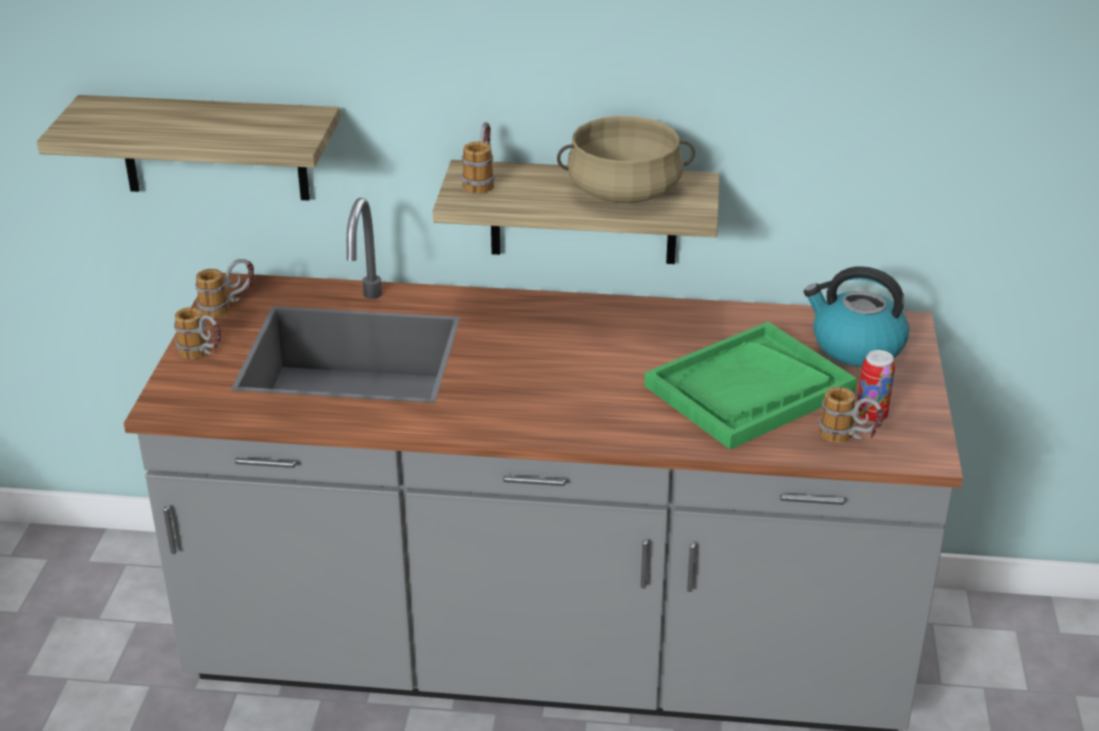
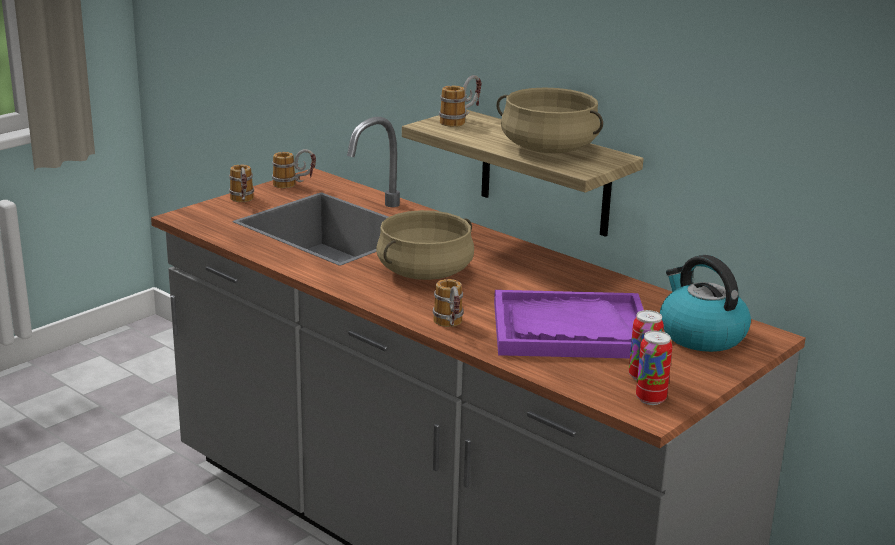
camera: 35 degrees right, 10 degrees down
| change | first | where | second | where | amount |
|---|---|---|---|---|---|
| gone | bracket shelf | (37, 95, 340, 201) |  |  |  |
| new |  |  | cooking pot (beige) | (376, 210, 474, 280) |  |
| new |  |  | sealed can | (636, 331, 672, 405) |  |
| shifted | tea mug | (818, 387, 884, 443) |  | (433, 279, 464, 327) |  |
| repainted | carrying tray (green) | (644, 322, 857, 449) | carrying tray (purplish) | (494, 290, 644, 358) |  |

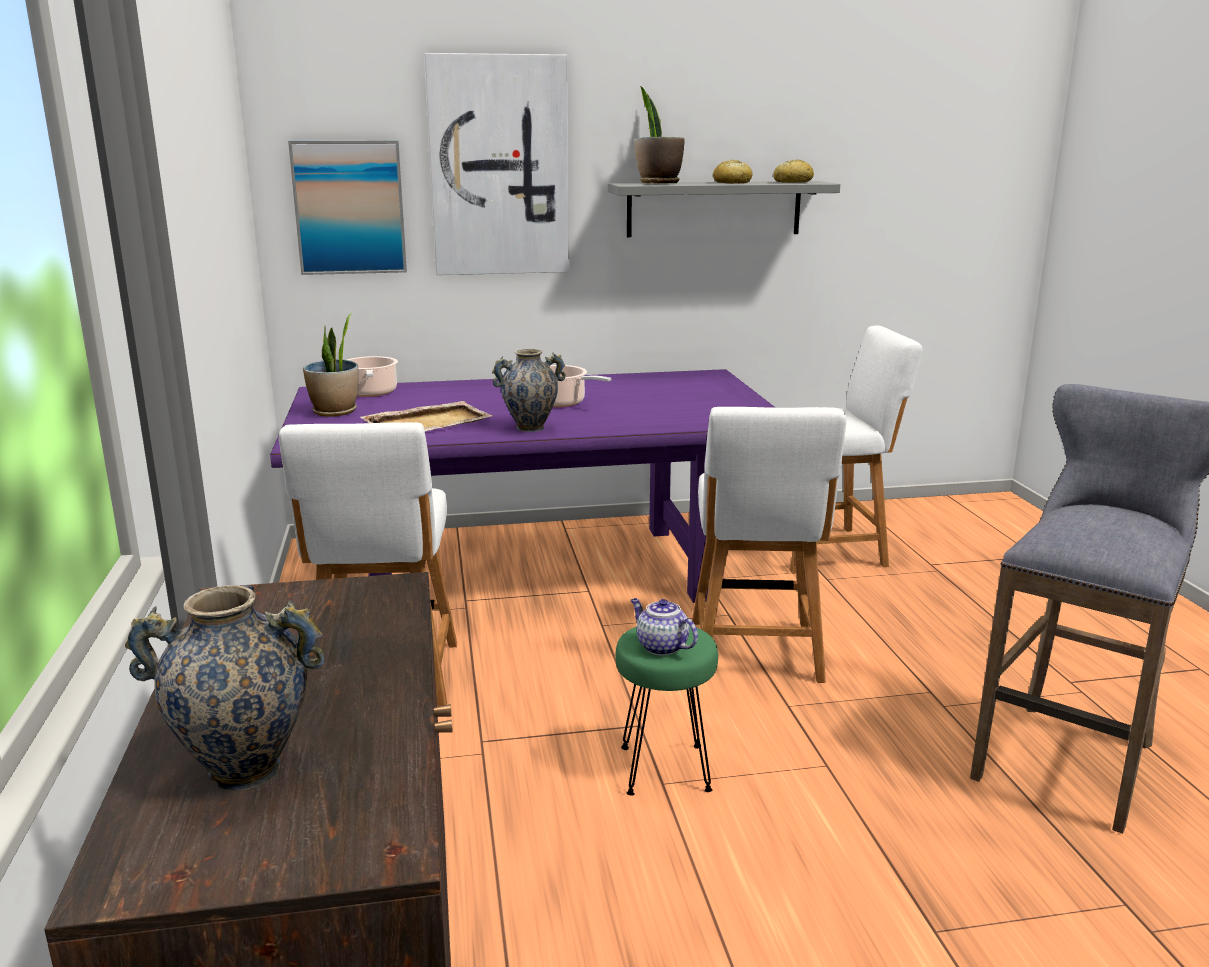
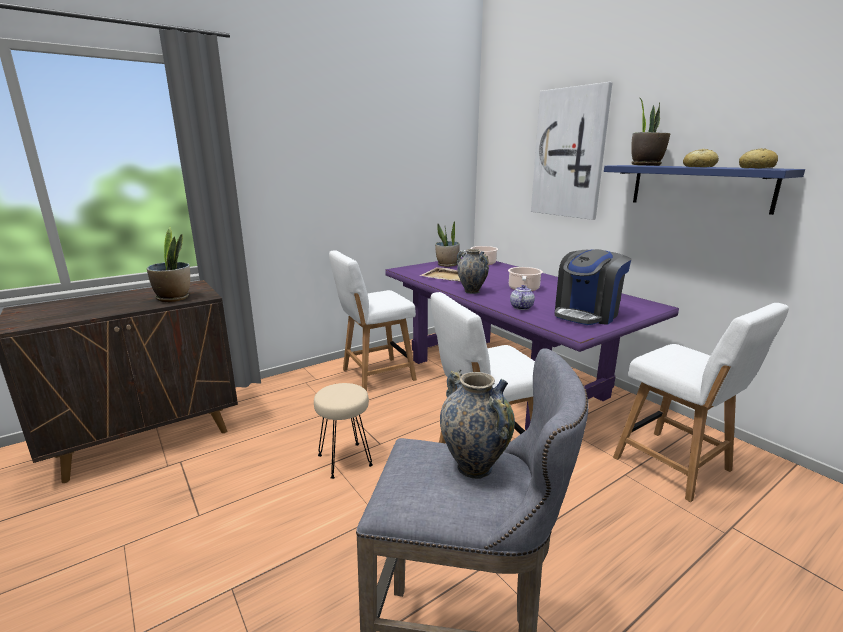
camera: 65 degrees right, 0 degrees up
| change | first | where | second | where | amount |
|---|---|---|---|---|---|
| gone | wall art | (288, 141, 407, 275) |  |  |  |
| new |  |  | houseplant | (147, 227, 190, 302) |  |
| new |  |  | coffee machine | (555, 249, 631, 325) |  |
| shifted | flower vase | (125, 585, 325, 791) |  | (440, 370, 515, 479) |  |
| shifted | teapot | (631, 598, 698, 656) |  | (510, 285, 535, 310) |  |
| repainted | bracket shelf (greyish) | (608, 181, 840, 237) | bracket shelf (blue) | (604, 165, 805, 215) |  |
| repainted | sitting stool (green) | (615, 626, 718, 796) | sitting stool (beige) | (314, 383, 373, 479) |  |

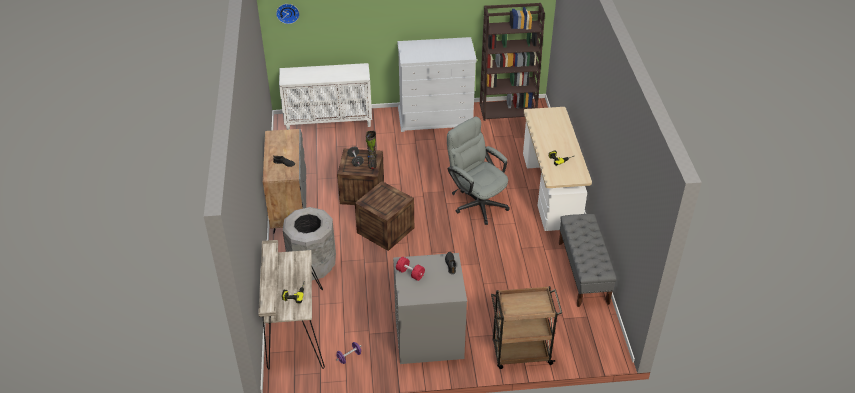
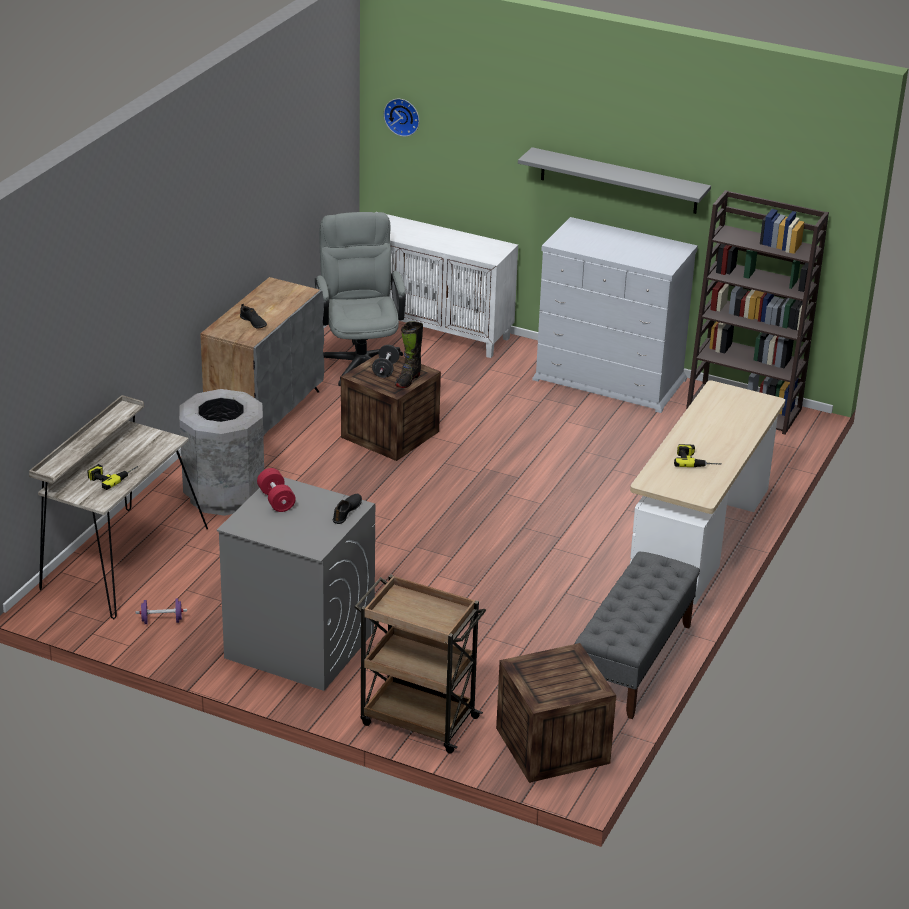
camera: 30 degrees right, 10 degrees down
| change | first | where | second | where | amount |
|---|---|---|---|---|---|
| new |  |  | bracket shelf (greyish) | (518, 147, 711, 214) |  |
| shifted | packing crate | (355, 181, 414, 251) |  | (496, 643, 616, 783) |  |
| shifted | computer chair (greyish) | (447, 116, 510, 225) |  | (315, 212, 406, 386) |  |

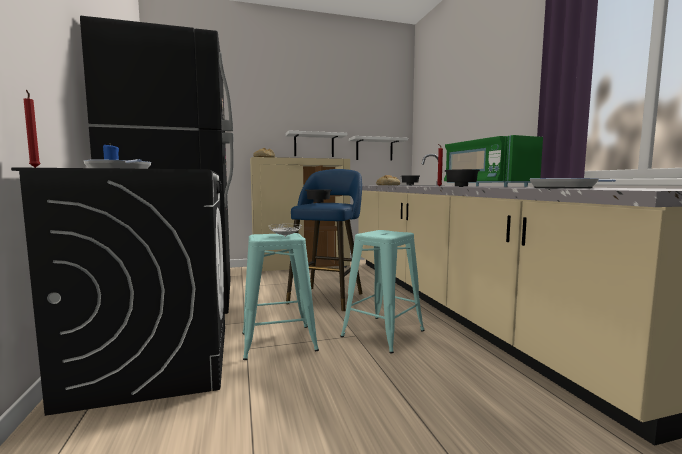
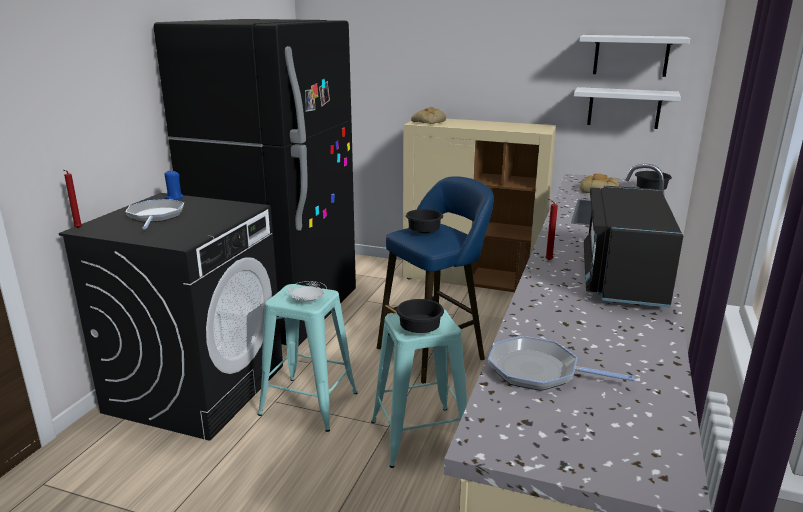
camera: 35 degrees right, 15 degrees up
| change | first | where | second | where | amount |
|---|---|---|---|---|---|
| shifted | bracket shelf (white-coloured) | (286, 130, 347, 157) |  | (579, 35, 690, 77) |  |
| shifted | bowl (black) | (444, 169, 480, 187) |  | (396, 299, 444, 333) |  |
| repainted | microwave oven (green) | (444, 135, 543, 187) | microwave oven (black) | (584, 186, 683, 307) |  |

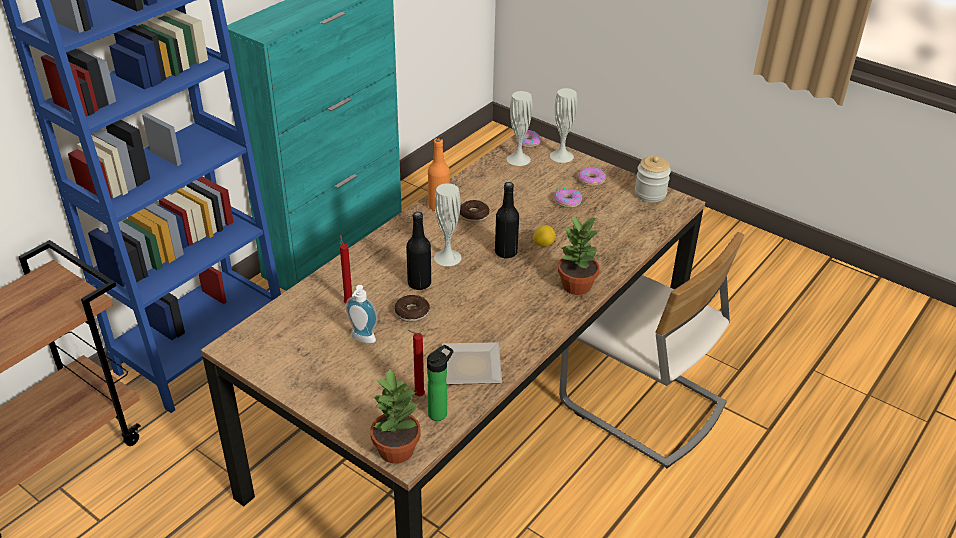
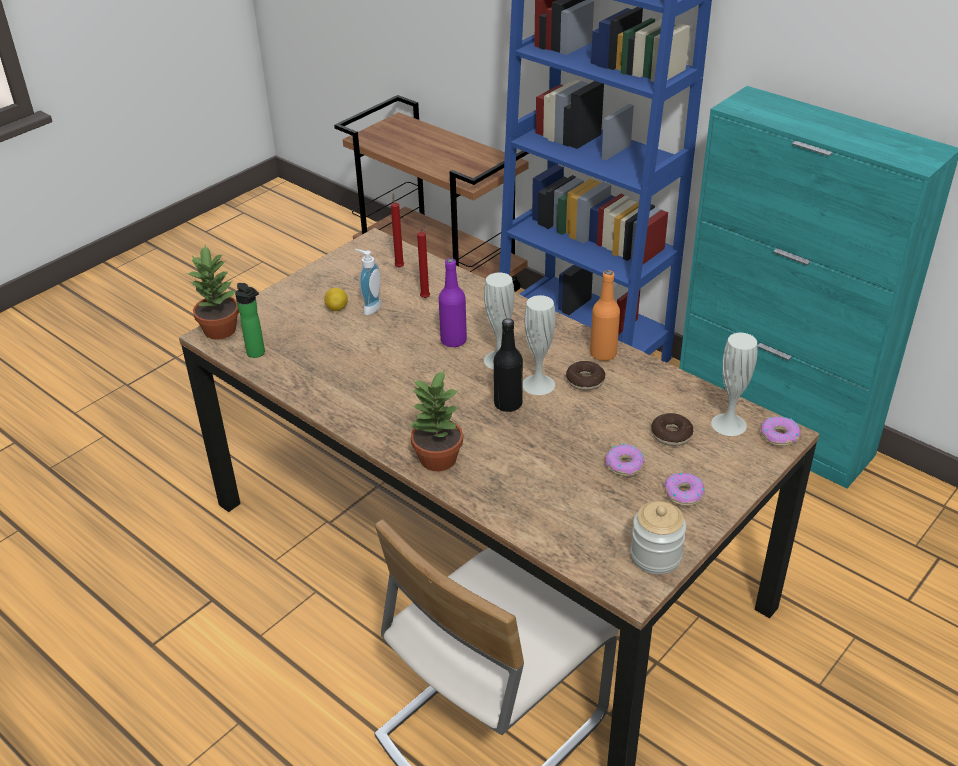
camera: 95 degrees right, 0 degrees up
| change | first | where | second | where | amount |
|---|---|---|---|---|---|
| gone | dinner plate | (442, 342, 502, 385) |  |  |  |
| shifted | ring doughnut | (394, 295, 430, 322) |  | (651, 413, 693, 446) |  |
| shifted | wax light (red) | (408, 330, 425, 396) |  | (391, 193, 404, 268) |  |
| shifted | whole lemon | (533, 225, 556, 247) |  | (324, 288, 348, 311) |  |
| shifted | flower vase (white-coloured) | (550, 88, 577, 163) |  | (523, 295, 556, 395) |  |
| repainted | drink bottle (black) | (406, 212, 431, 290) | drink bottle (purplish) | (439, 258, 467, 347) |  |

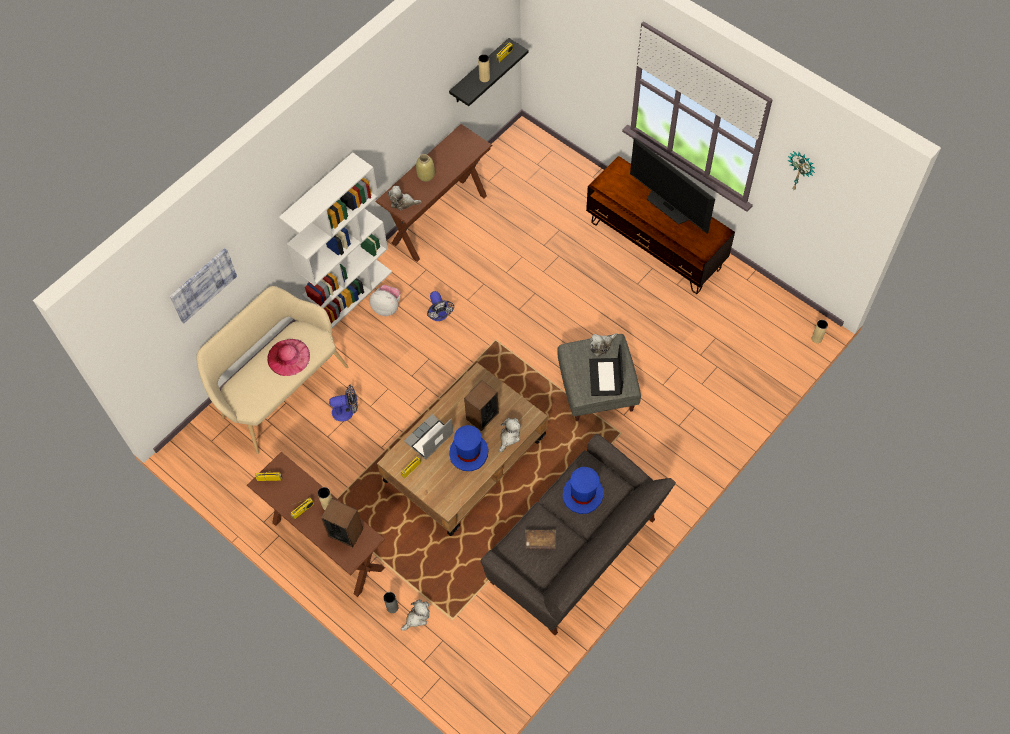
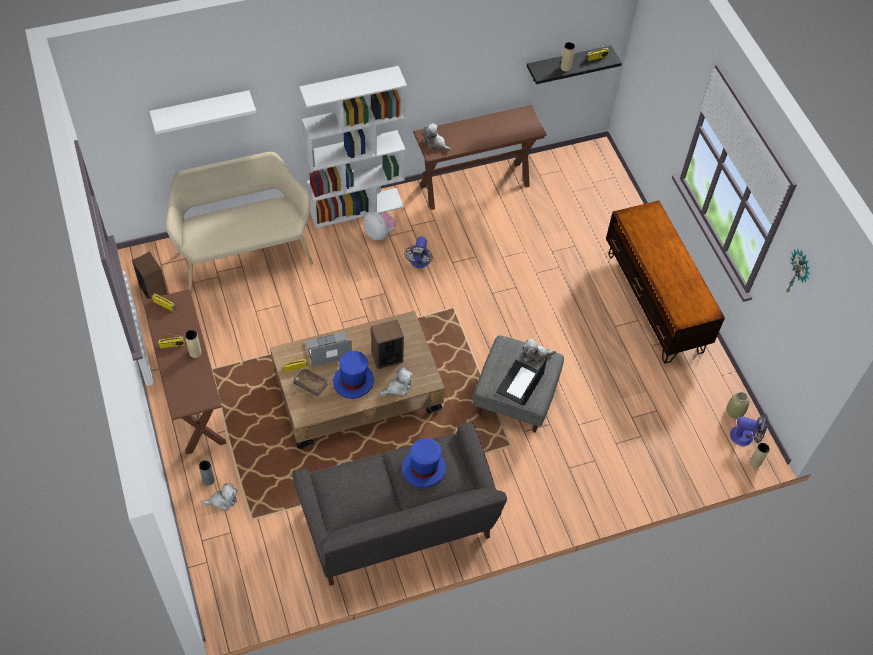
camera: 25 degrees right, 5 degrees down
| change | first | where | second | where | amount |
|---|---|---|---|---|---|
| gone | hat (pinkish) | (267, 339, 310, 376) |  |  |  |
| gone | TV set | (630, 137, 715, 234) |  |  |  |
| shifted | speaker | (321, 499, 363, 547) |  | (132, 252, 168, 299) |  |
| shifted | fan | (329, 385, 358, 422) |  | (730, 414, 768, 446) |  |
| shifted | flower vase (beige) | (416, 154, 435, 182) |  | (726, 392, 749, 419) |  |
| shifted | book (brown) | (525, 530, 556, 550) |  | (293, 368, 329, 397) |  |
| swapped | wall art | (170, 248, 237, 323) | bracket shelf (white-coloured) | (149, 90, 256, 134) |  |

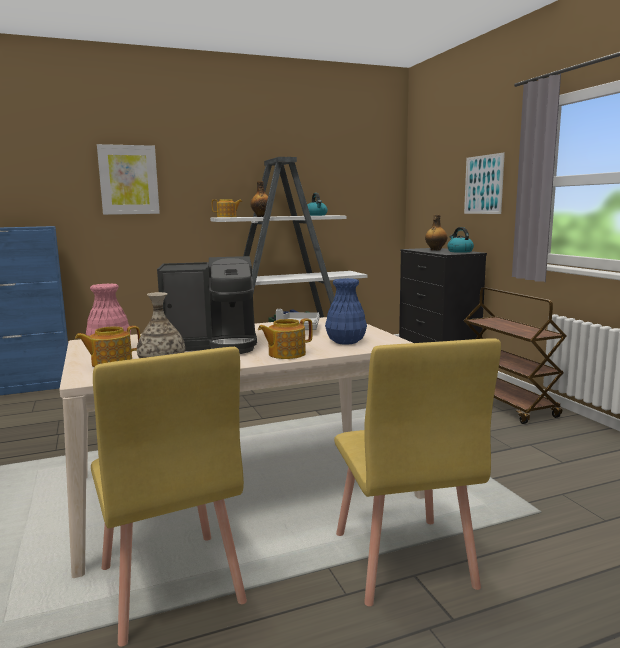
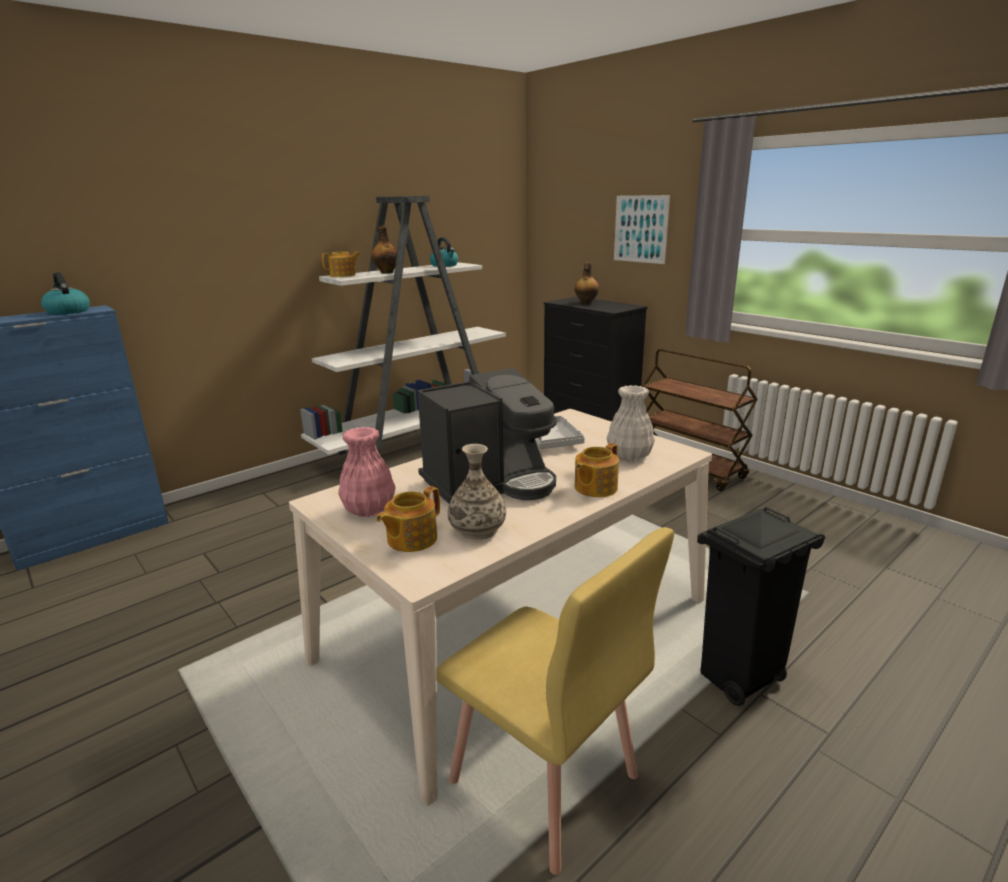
camera: 20 degrees left, 10 degrees up
| change | first | where | second | where | amount |
|---|---|---|---|---|---|
| gone | wall art | (97, 144, 160, 215) |  |  |  |
| shifted | tea kettle | (447, 227, 474, 253) |  | (41, 272, 90, 315) |  |
| swapped | plain chair (yellowish) | (334, 338, 501, 606) | trash can (black) | (697, 507, 825, 706) |  |
| repainted | flower vase (blue) | (325, 278, 367, 345) | flower vase (white-coloured) | (607, 385, 655, 462) |  |

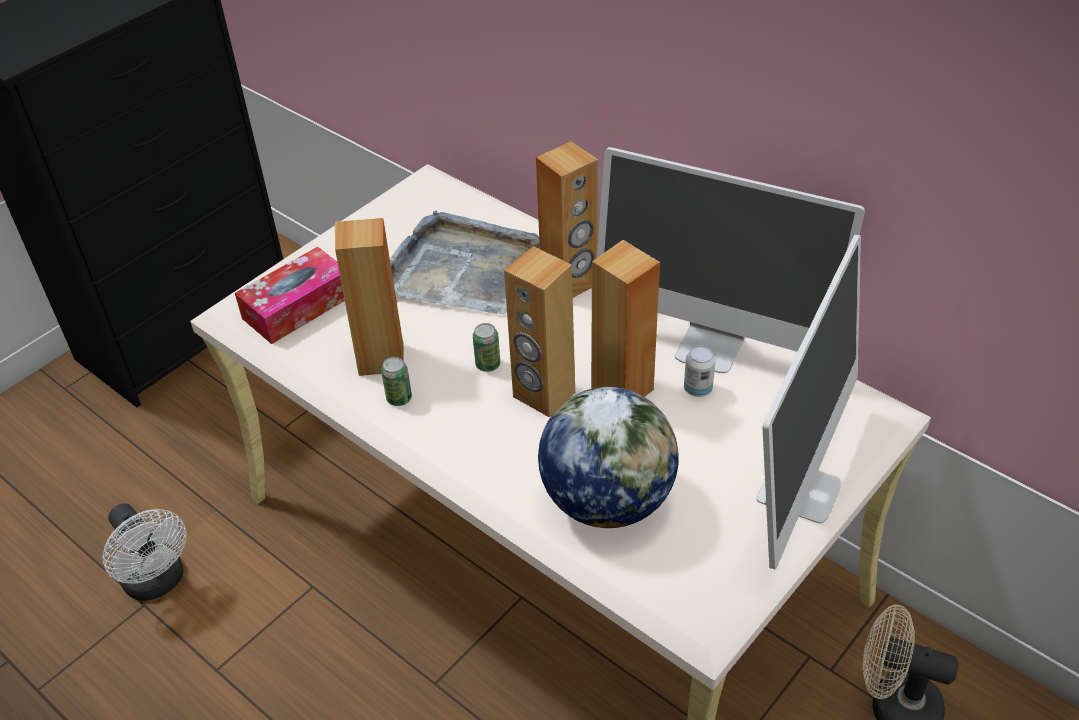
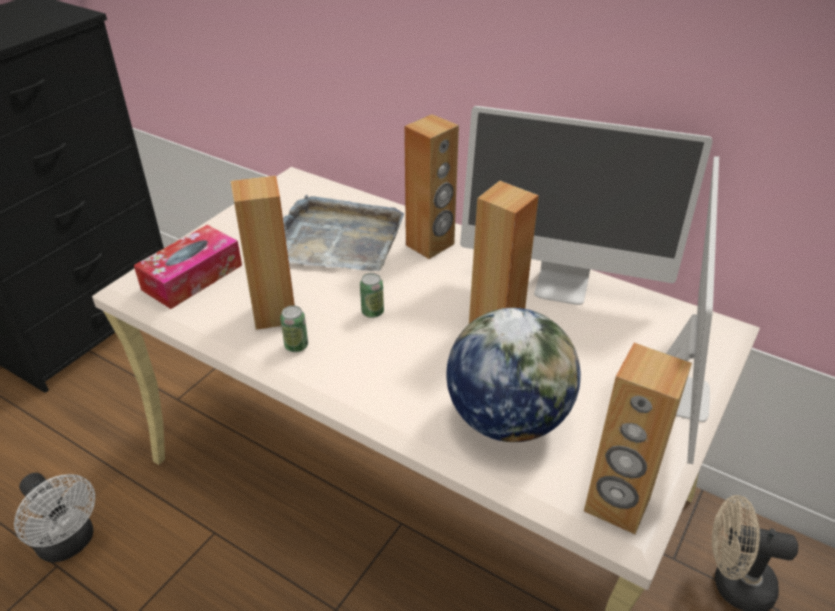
camera: 10 degrees left, 5 degrees down
| change | first | where | second | where | amount |
|---|---|---|---|---|---|
| gone | sealed can | (684, 345, 716, 397) |  |  |  |
| shifted | speaker (brown) | (504, 246, 575, 417) |  | (584, 343, 692, 534) |  |

